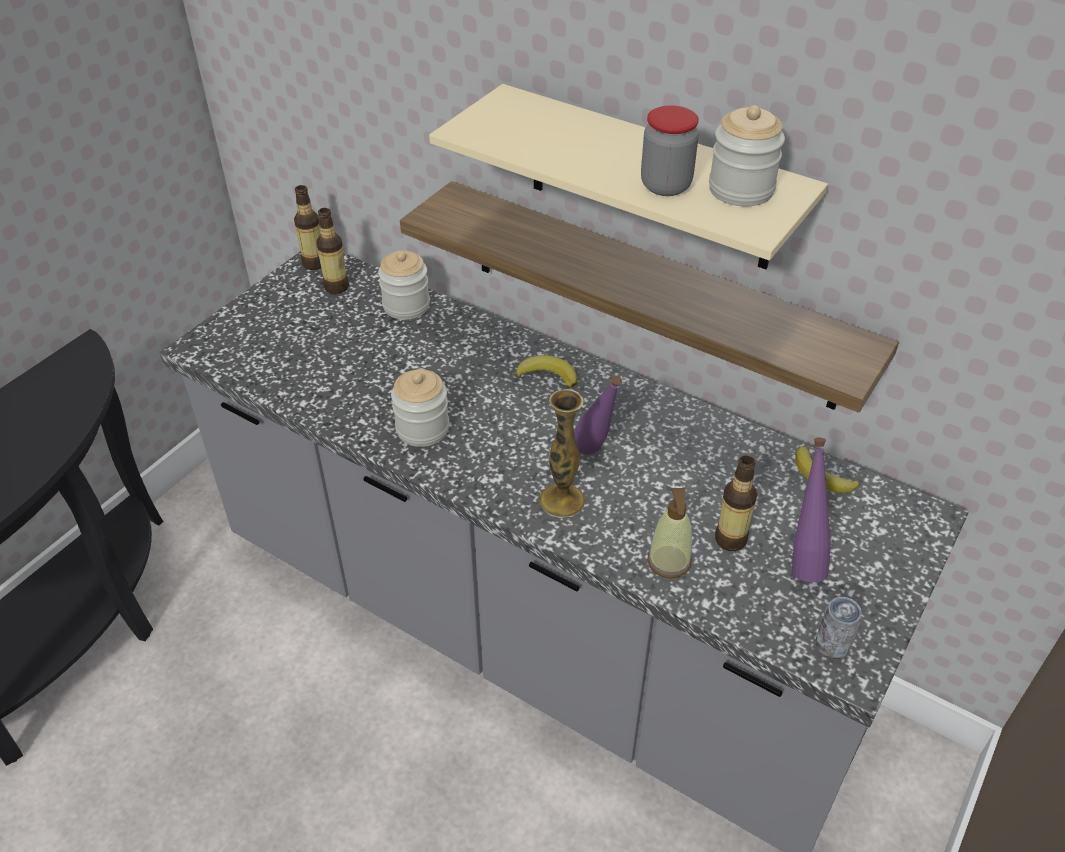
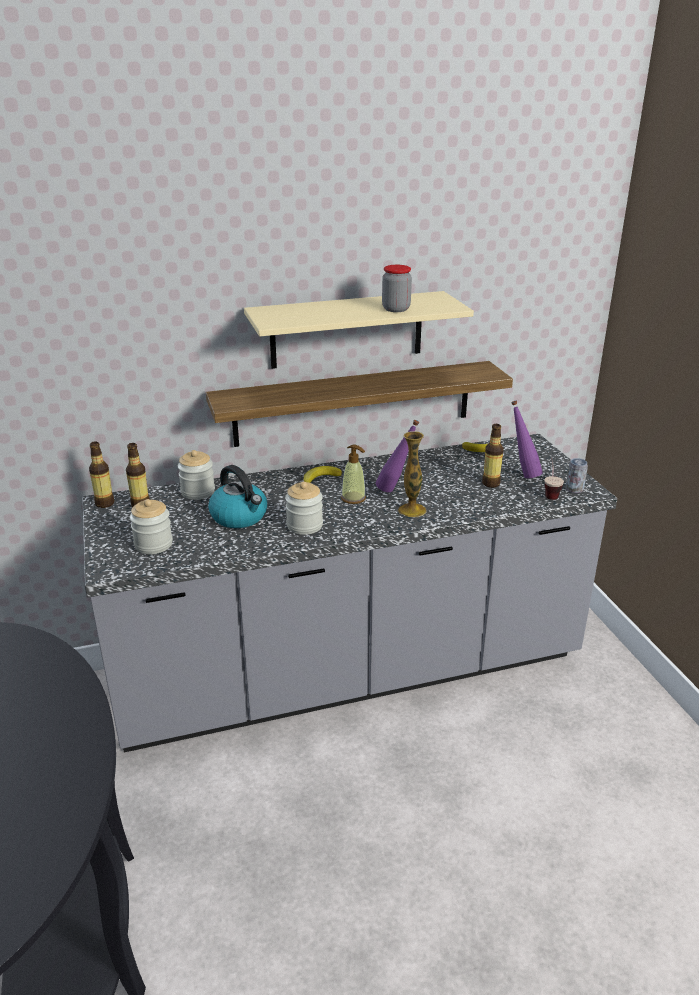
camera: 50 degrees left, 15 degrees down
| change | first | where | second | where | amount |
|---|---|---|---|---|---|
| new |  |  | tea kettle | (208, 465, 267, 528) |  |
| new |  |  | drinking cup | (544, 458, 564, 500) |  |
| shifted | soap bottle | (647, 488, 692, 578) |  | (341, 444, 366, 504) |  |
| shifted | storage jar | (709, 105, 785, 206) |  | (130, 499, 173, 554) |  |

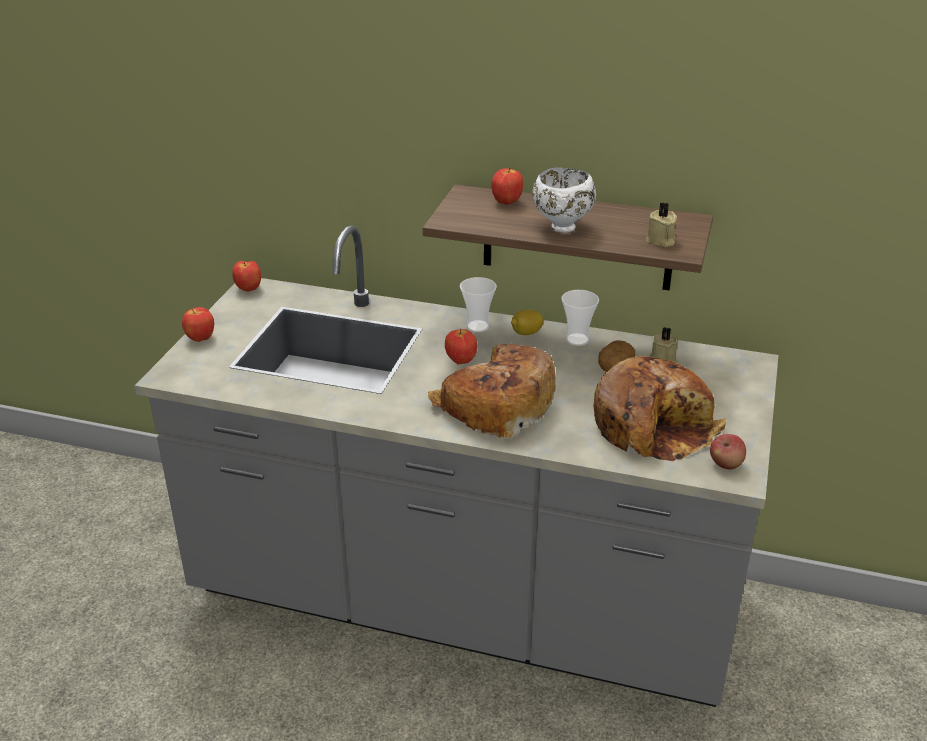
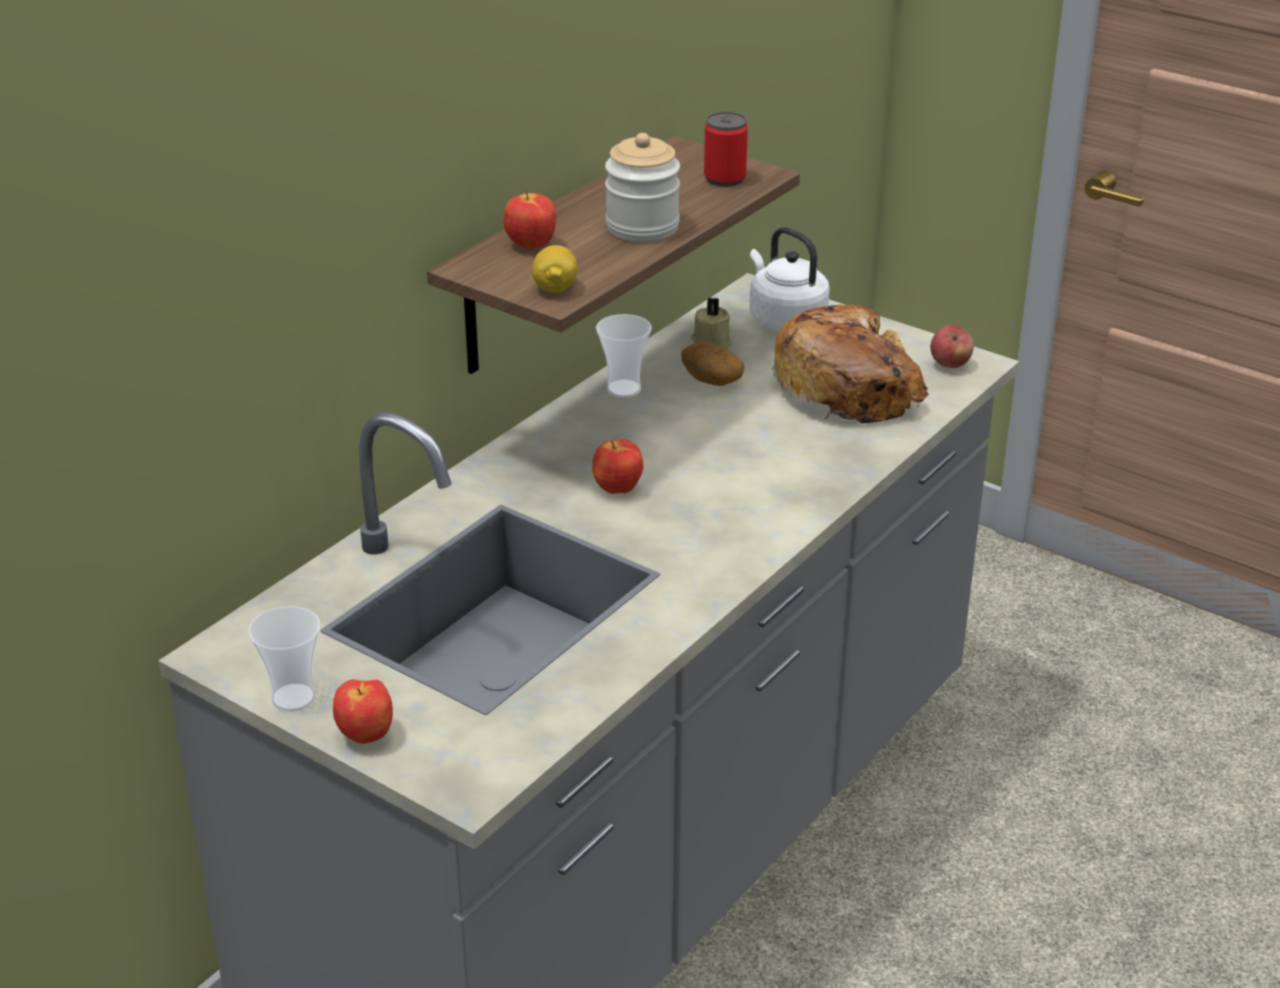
camera: 70 degrees left, 0 degrees up
| change | first | where | second | where | amount |
|---|---|---|---|---|---|
| gone | apple fruit | (232, 261, 261, 292) |  |  |  |
| gone | baked bread | (428, 344, 556, 439) |  |  |  |
| new |  |  | tea kettle (white-coloured) | (749, 227, 829, 331) |  |
| shifted | drinking cup | (460, 277, 497, 332) |  | (248, 606, 321, 712) |  |
| shifted | whole lemon | (511, 310, 543, 335) |  | (532, 245, 577, 292) |  |
| swapped | bowl (white-coloured) | (532, 167, 596, 233) | storage jar | (605, 133, 680, 242) |  |
| swapped | wax light (beige) | (646, 202, 677, 247) | sealed can | (704, 112, 748, 187) |  |

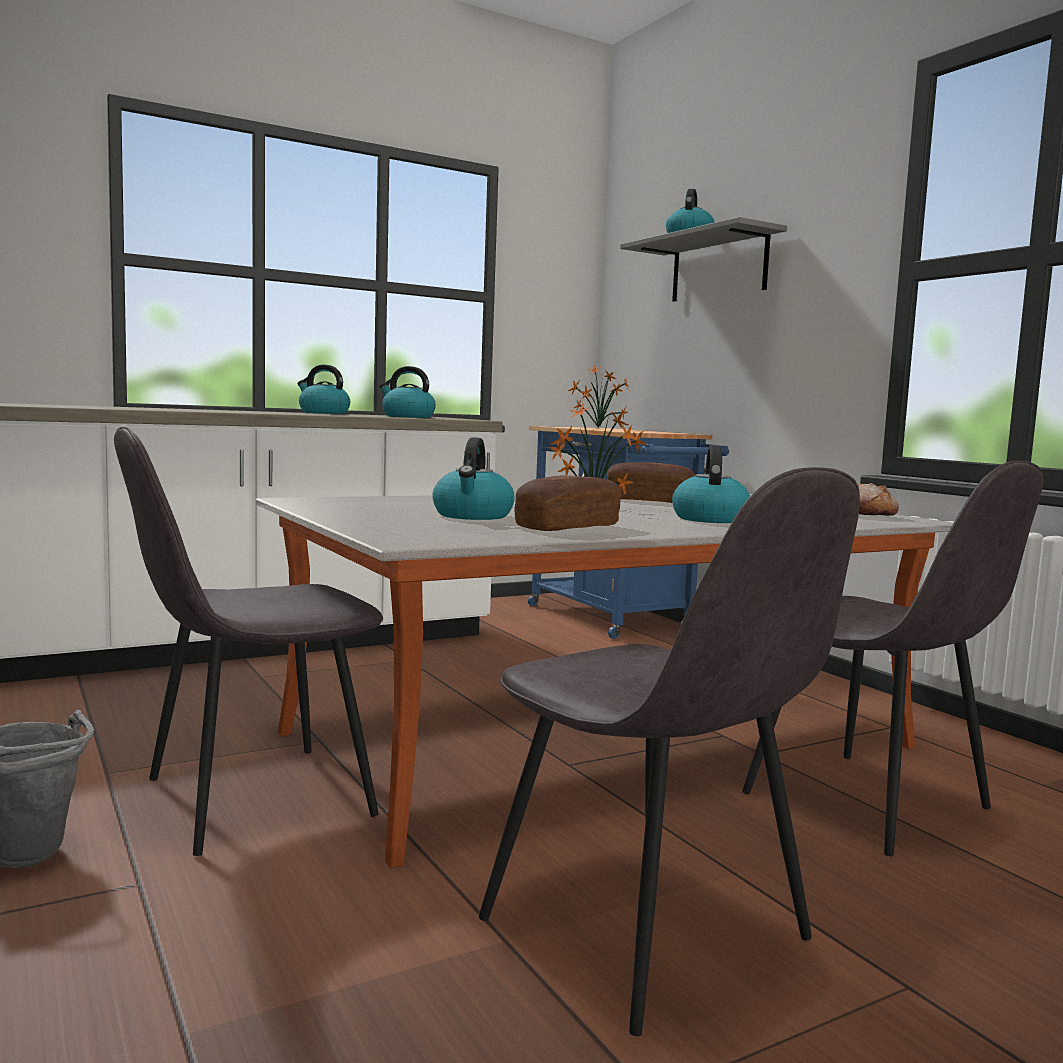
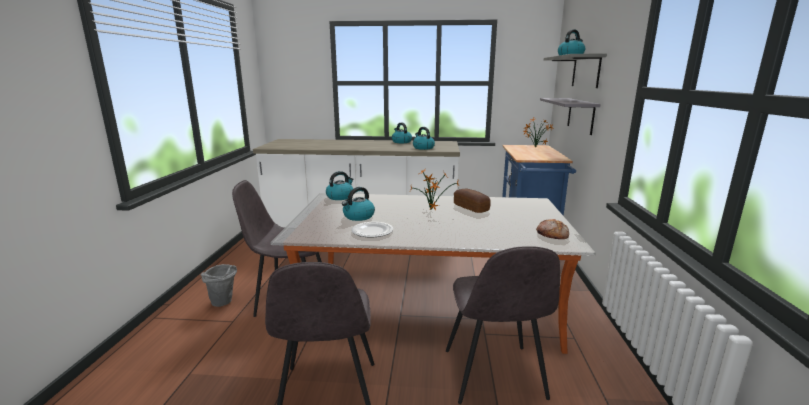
camera: 35 degrees right, 10 degrees up
| change | first | where | second | where | amount |
|---|---|---|---|---|---|
| new |  |  | bracket shelf (greyish) | (540, 98, 601, 135) |  |
| shifted | tea kettle | (672, 445, 750, 523) |  | (326, 171, 354, 200) |  |
| swapped | baked bread | (514, 476, 622, 531) | dinner plate | (351, 222, 393, 237) |  |

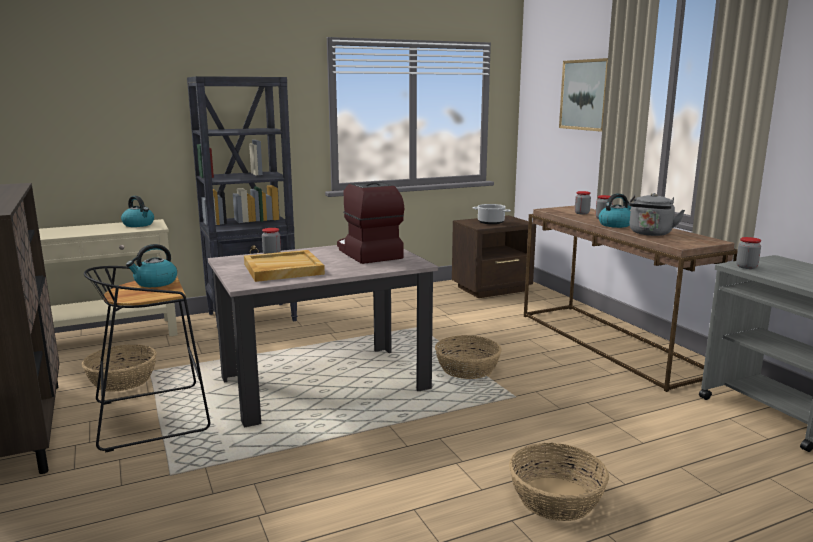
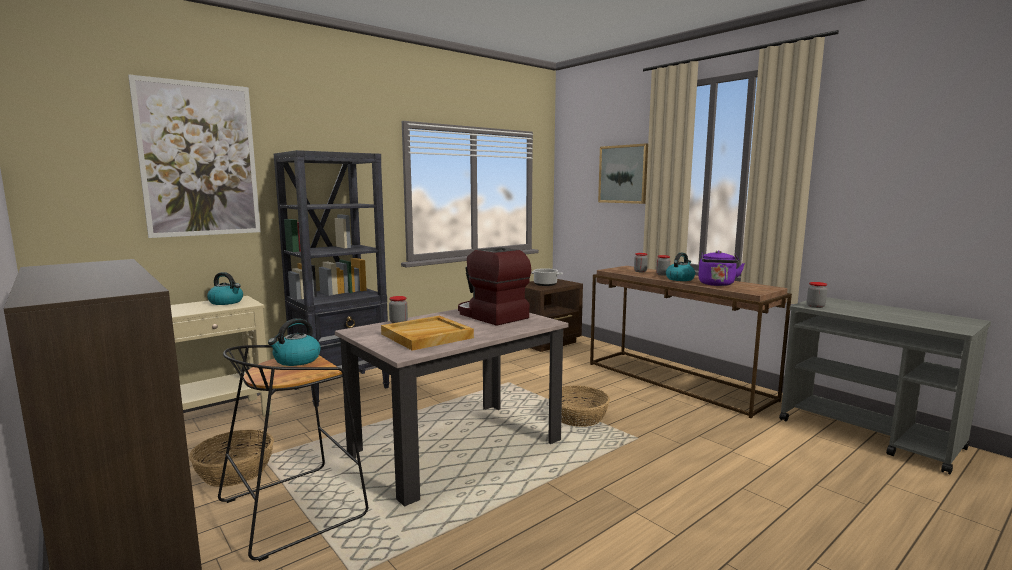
camera: 15 degrees left, 5 degrees down
| change | first | where | second | where | amount |
|---|---|---|---|---|---|
| gone | basket | (509, 443, 609, 521) |  |  |  |
| new |  |  | wall art | (128, 74, 261, 238) |  |
| repainted | tea kettle (greyish) | (629, 193, 685, 236) | tea kettle (purplish) | (698, 250, 745, 286) |  |

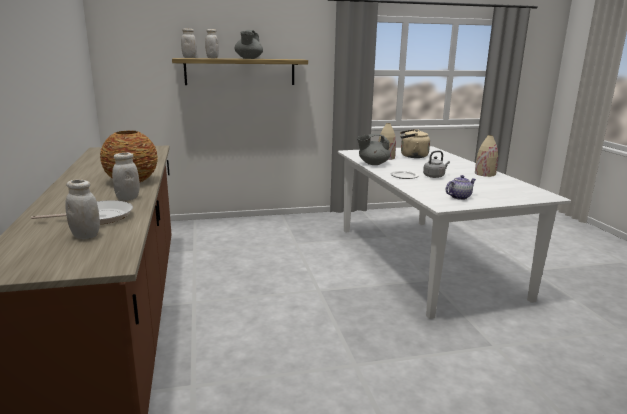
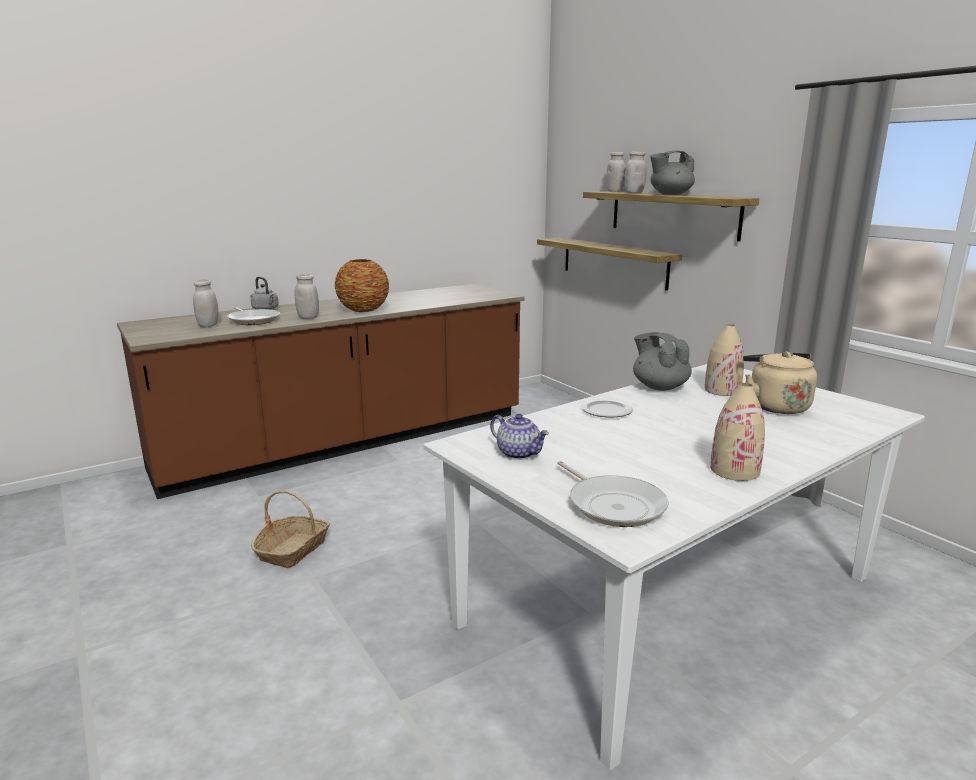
camera: 70 degrees right, 0 degrees up
| change | first | where | second | where | amount |
|---|---|---|---|---|---|
| new |  |  | basket | (251, 490, 330, 569) |  |
| new |  |  | bracket shelf | (537, 237, 682, 291) |  |
| new |  |  | skillet | (557, 461, 669, 527) |  |
| shifted | tea kettle (greyish) | (423, 151, 450, 178) |  | (250, 277, 279, 309) |  |

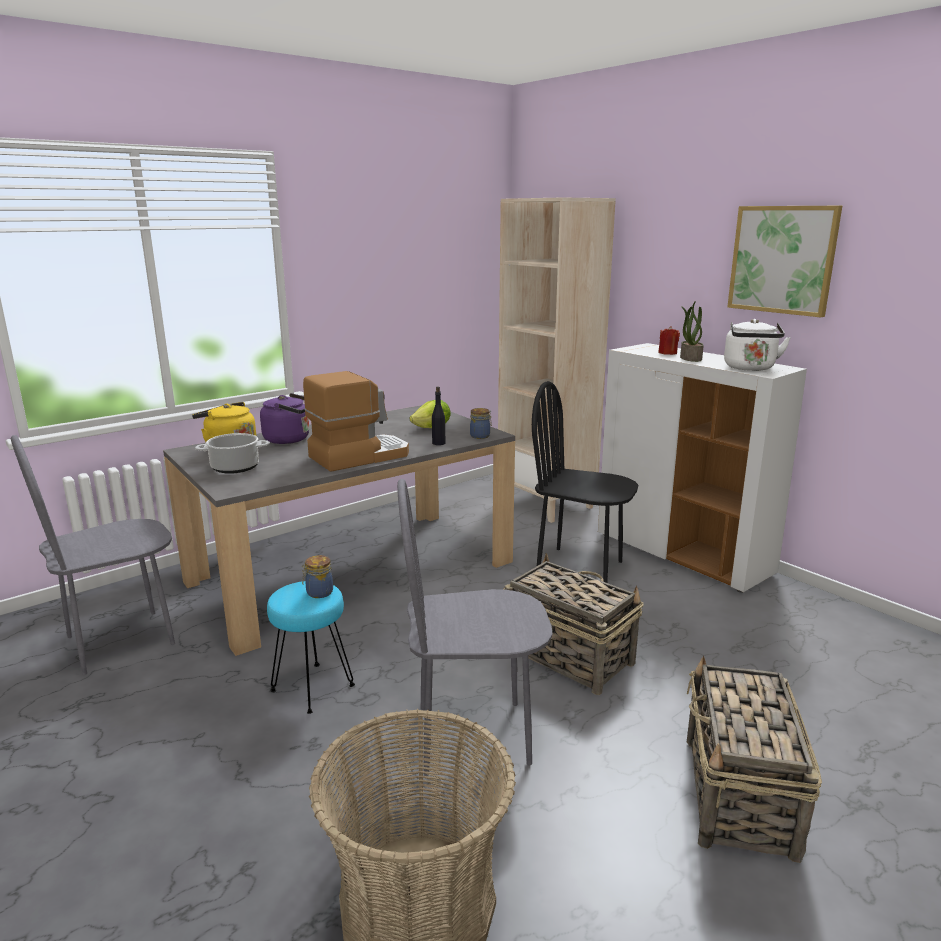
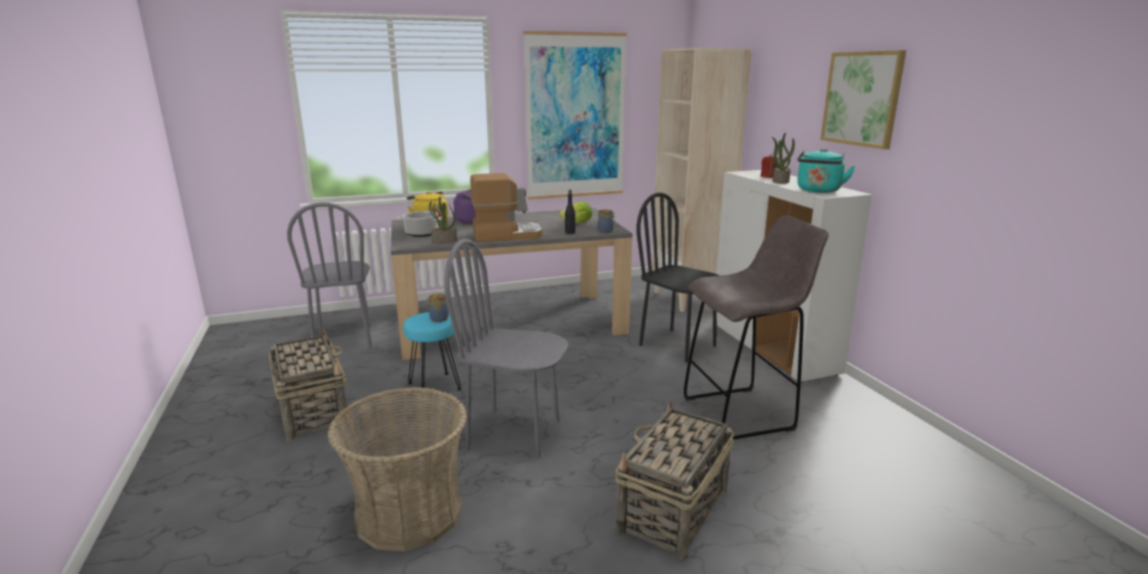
camera: 20 degrees right, 0 degrees up
| change | first | where | second | where | amount |
|---|---|---|---|---|---|
| new |  |  | houseplant | (429, 196, 457, 243) |  |
| new |  |  | wall art | (523, 31, 627, 200) |  |
| new |  |  | sitting stool (greyish) | (684, 215, 829, 440) |  |
| shifted | basket | (503, 553, 644, 695) |  | (269, 329, 349, 441) |  |
| repainted | tea kettle (white-coloured) | (724, 319, 791, 371) | tea kettle (turquoise-coloured) | (797, 148, 855, 193) |  |
| rotated | plain chair (greyish) | (11, 435, 175, 675) |  | (287, 202, 372, 349) | 90 degrees counterclockwise |

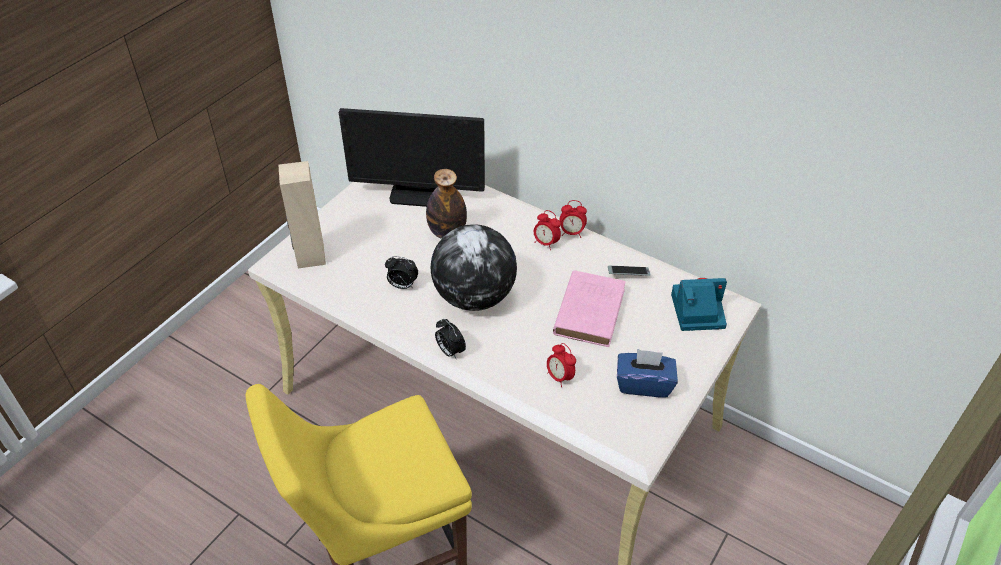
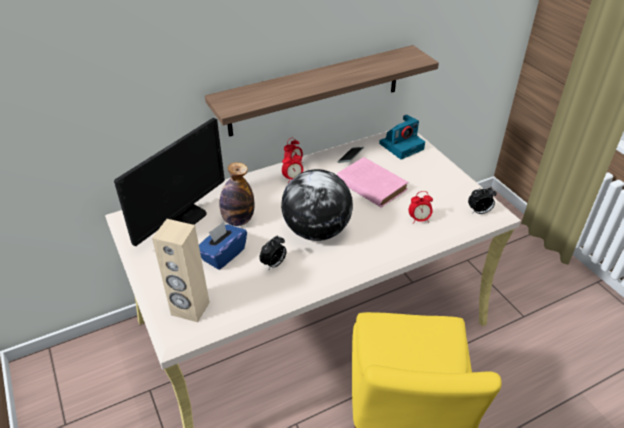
camera: 60 degrees left, 5 degrees down
| change | first | where | second | where | amount |
|---|---|---|---|---|---|
| new |  |  | bracket shelf | (205, 45, 439, 137) |  |
| shifted | table clock | (435, 319, 466, 359) |  | (468, 186, 497, 214) |  |
| shifted | tissue box (blue) | (617, 349, 678, 398) |  | (199, 222, 247, 270) |  |
| rotated | still camera | (671, 278, 727, 331) |  | (379, 115, 425, 159) | 150 degrees counterclockwise |

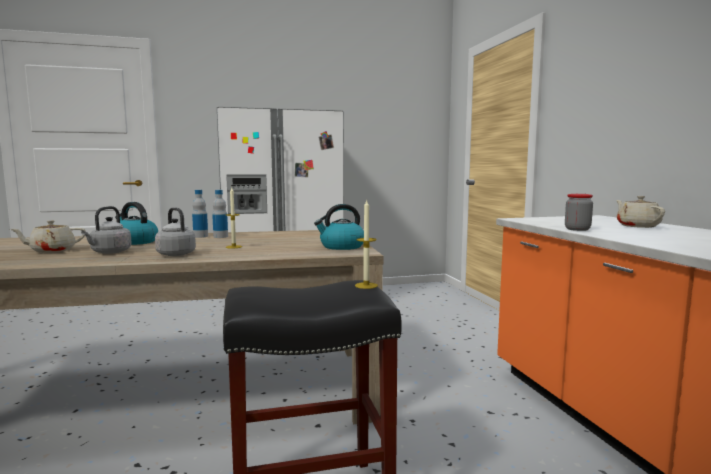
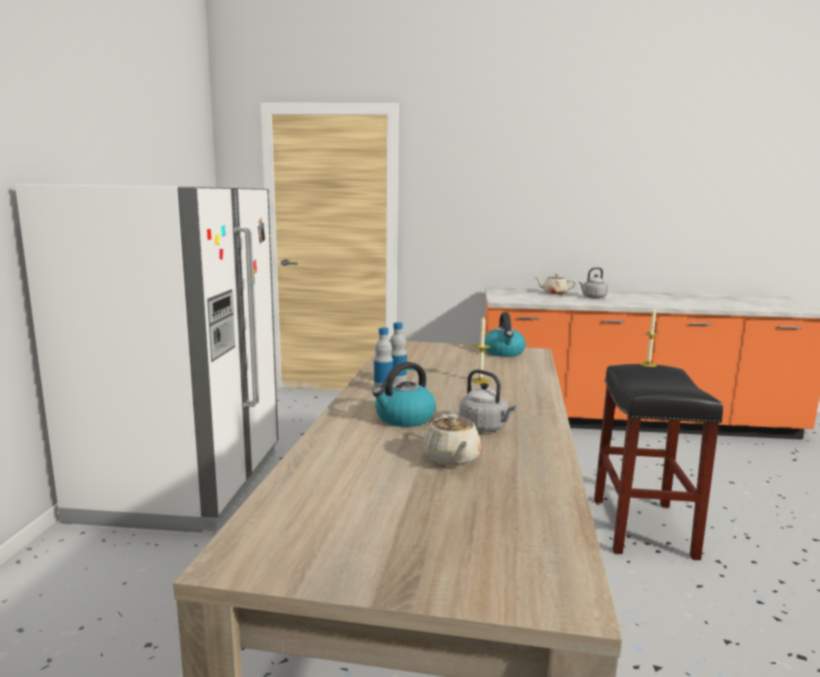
camera: 70 degrees left, 5 degrees up
| change | first | where | second | where | amount |
|---|---|---|---|---|---|
| gone | storage jar | (565, 194, 593, 231) |  |  |  |
| shifted | tea kettle (greyish) | (155, 208, 196, 256) |  | (579, 267, 608, 299) |  |

